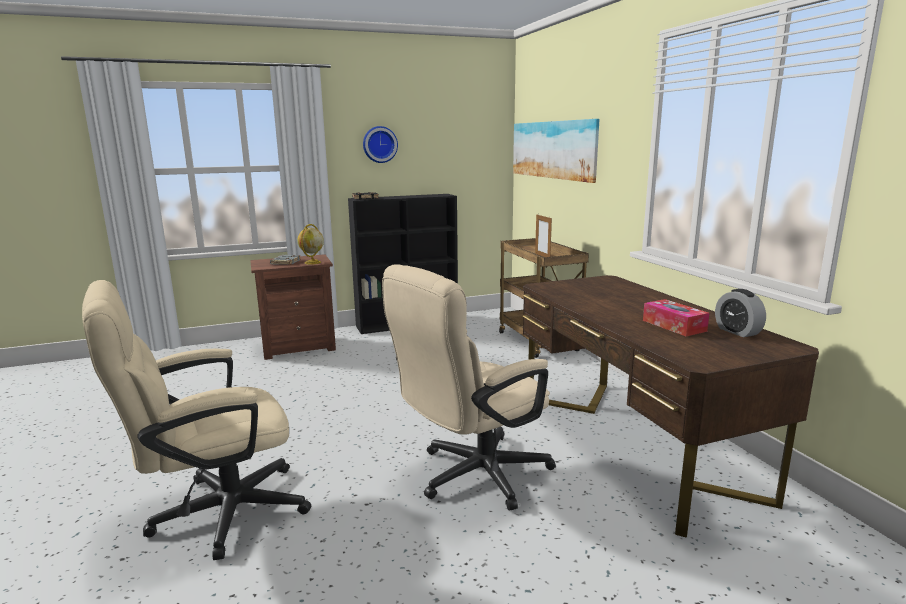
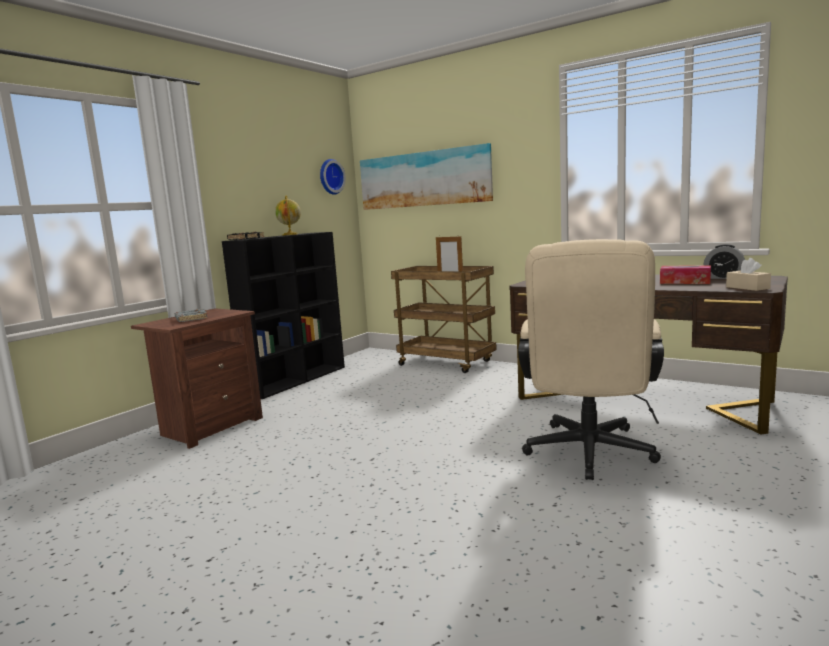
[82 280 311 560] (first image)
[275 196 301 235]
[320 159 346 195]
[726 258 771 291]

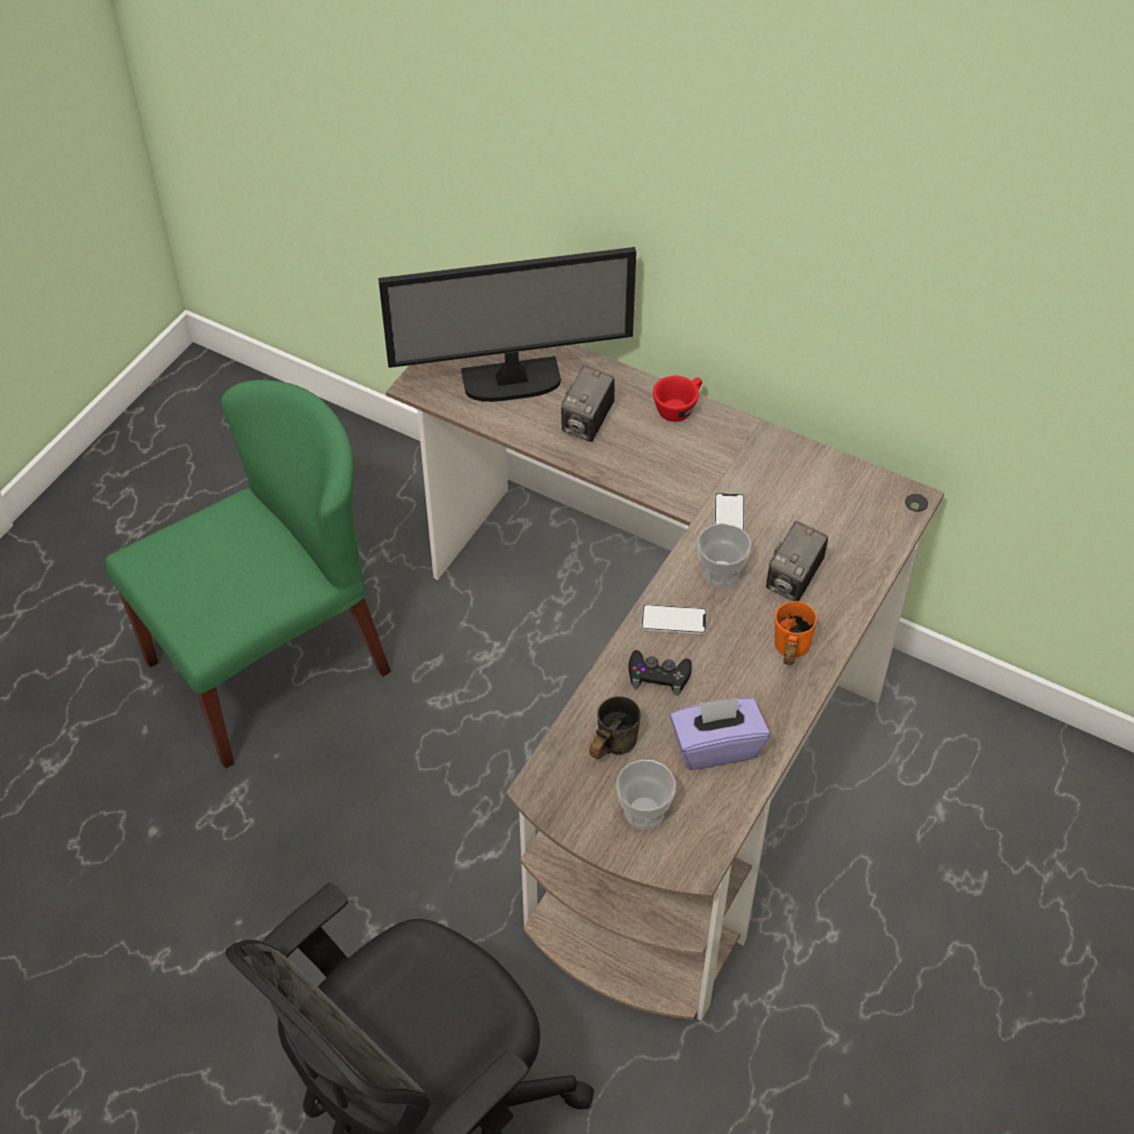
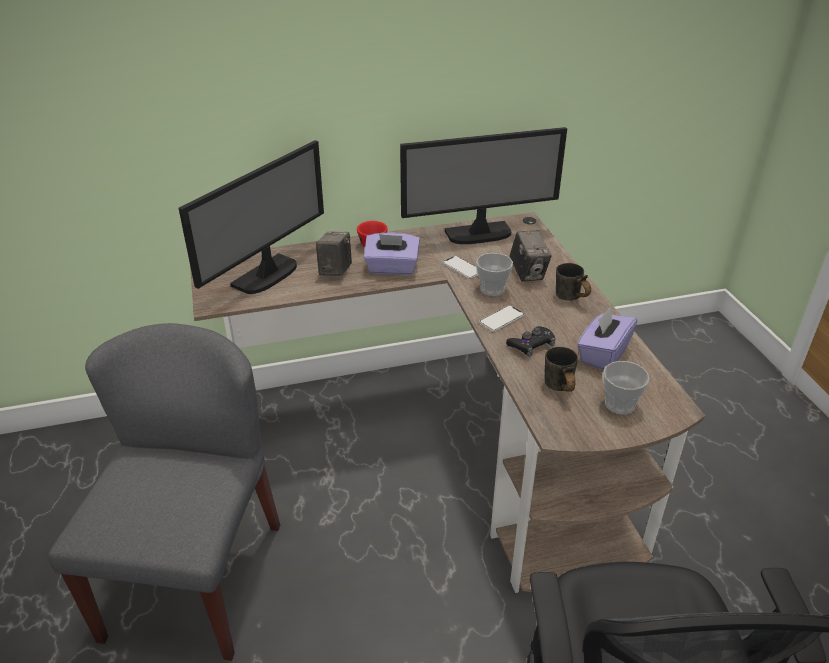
[48 323 280 661]
[316 231 352 276]
[556 263 591 301]
[364 233 420 275]
[400 127 567 244]

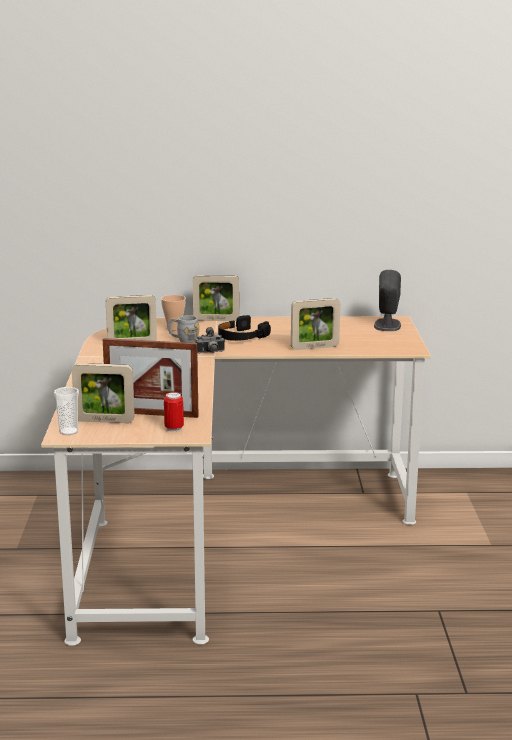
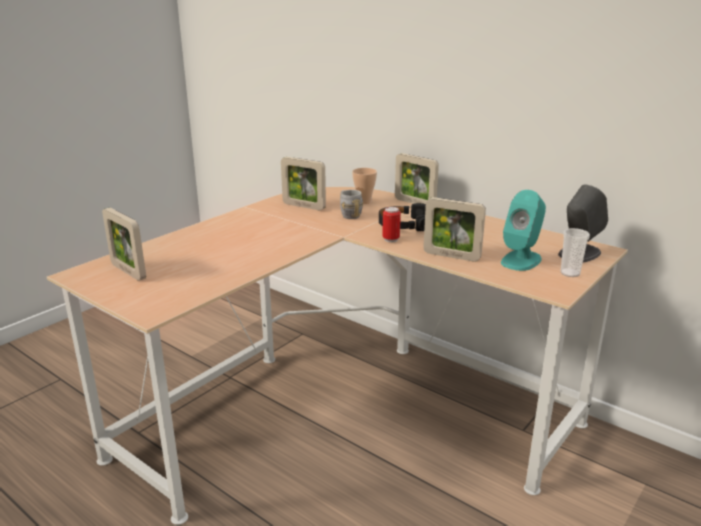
[561 228 590 277]
[103 338 198 418] (first image)
[382 207 401 242]
[195 327 225 353] (first image)
[501 190 546 271]

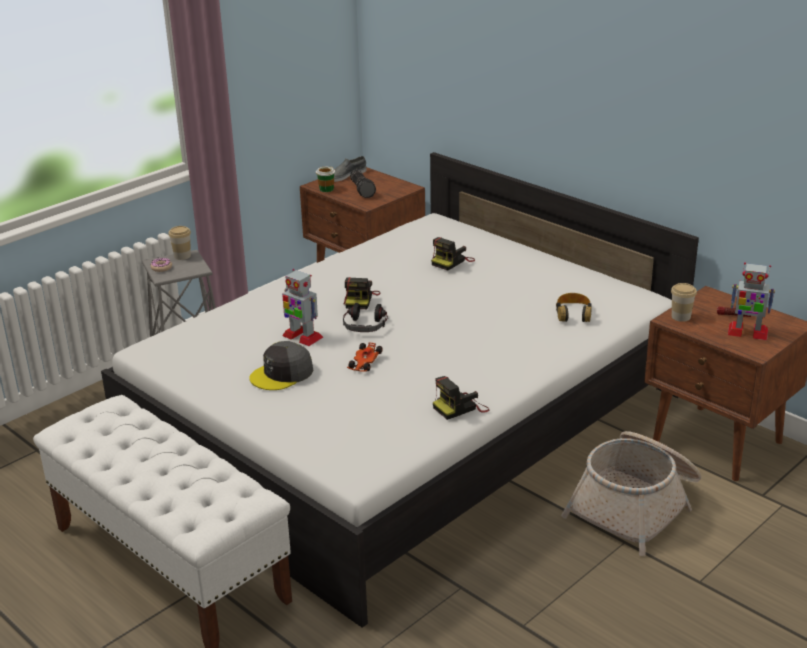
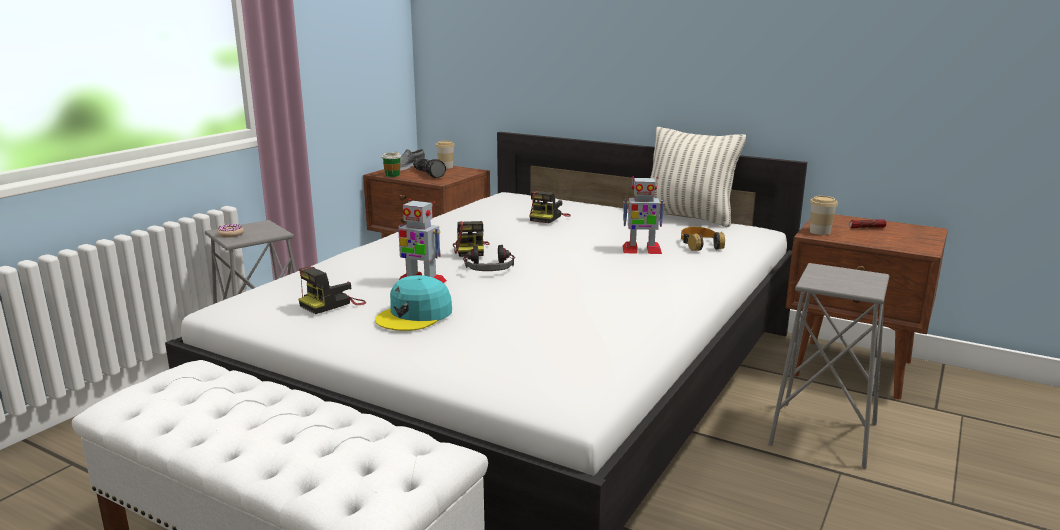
[436 141 455 169]
[375 275 452 331]
[347 342 383 372] (first image)
[299 267 366 314]
[768 263 890 469]
[623 176 665 254]
[650 127 746 227]

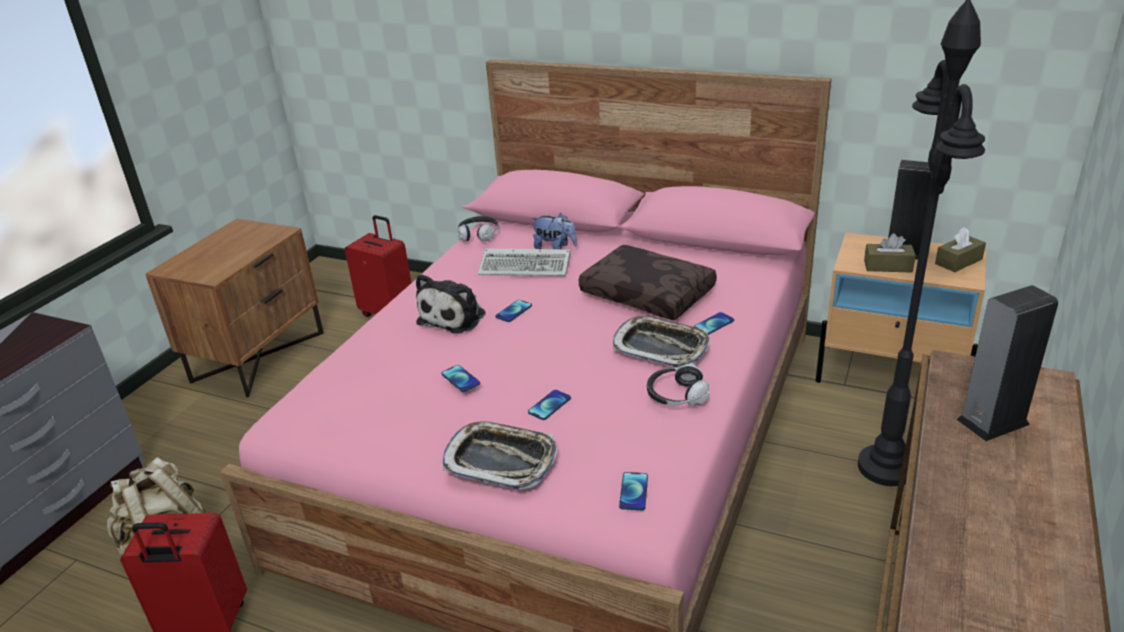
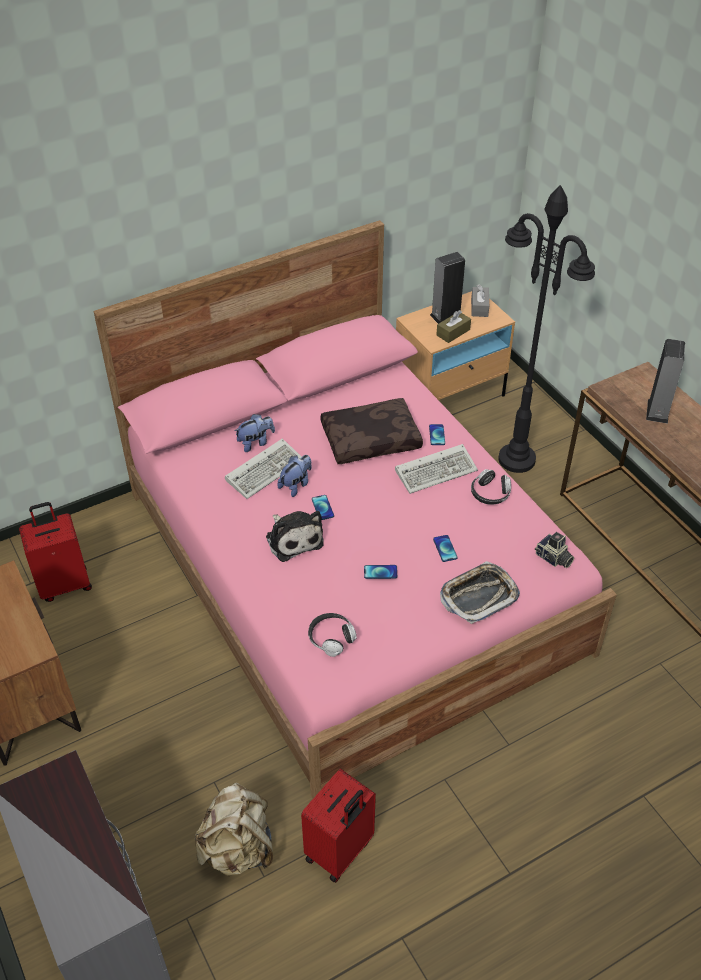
[308 613 357 657]
[395 444 478 494]
[535 532 574 568]
[471 284 489 317]
[278 455 312 497]

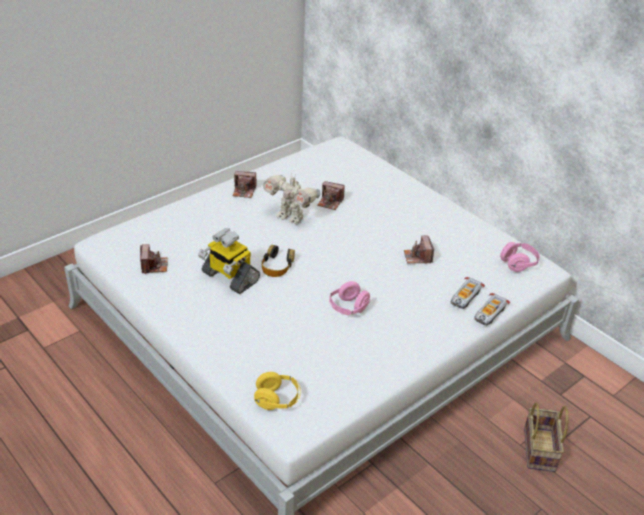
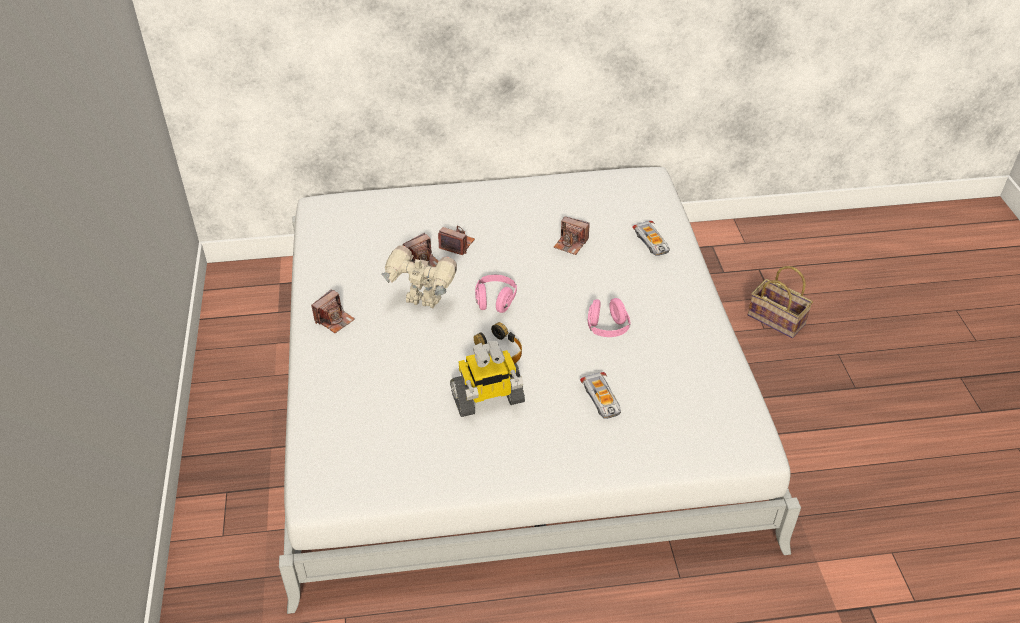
[438 225 475 255]
[254 372 301 410] (first image)
[381 245 457 308]
[580 372 621 419]
[475 275 517 313]

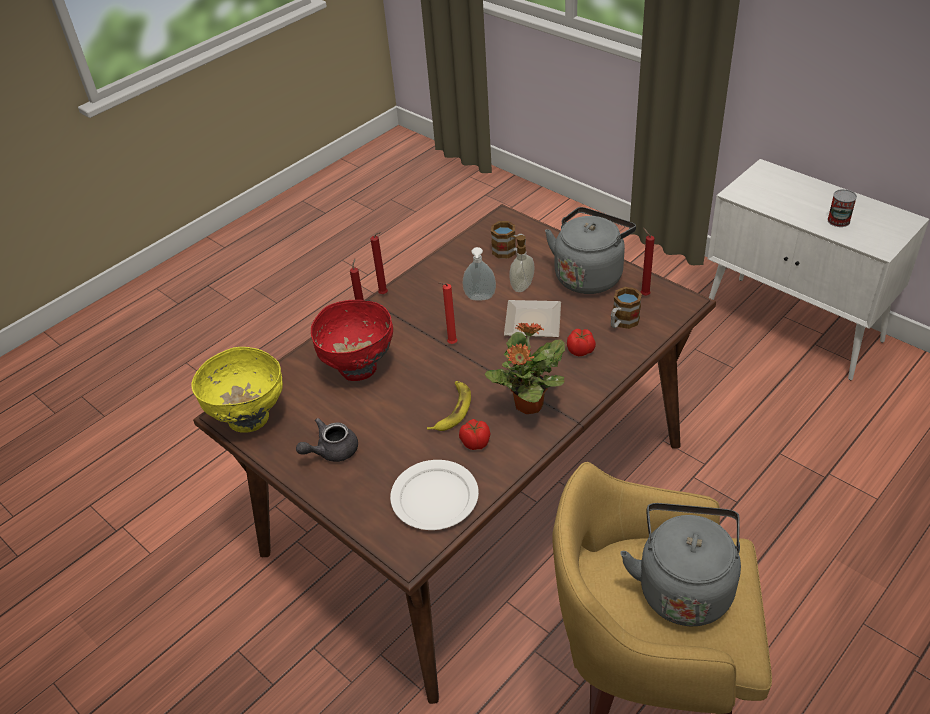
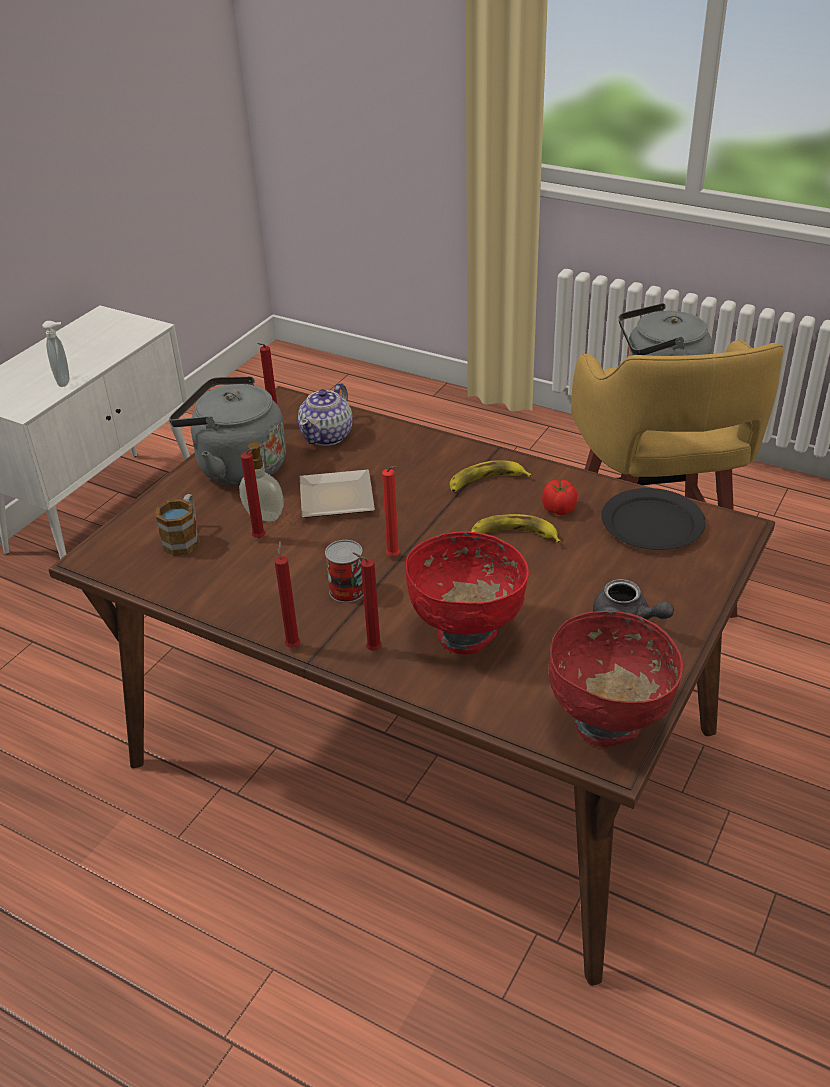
[549 611 683 747]
[601 488 705 550]
[42 321 69 387]
[450 460 532 492]
[567 329 596 356] (first image)
[298 383 353 446]
[325 540 363 603]
[241 448 266 538]

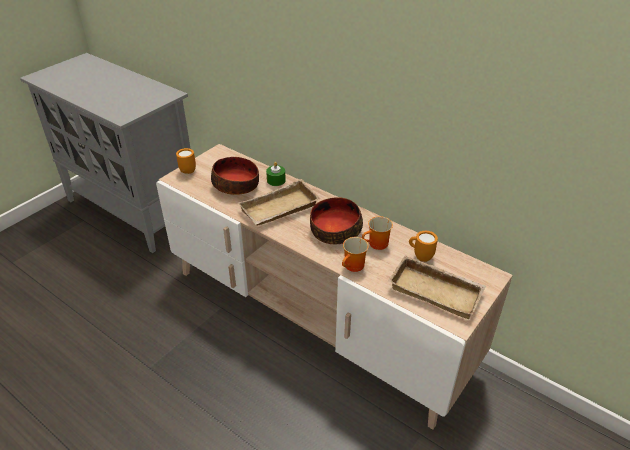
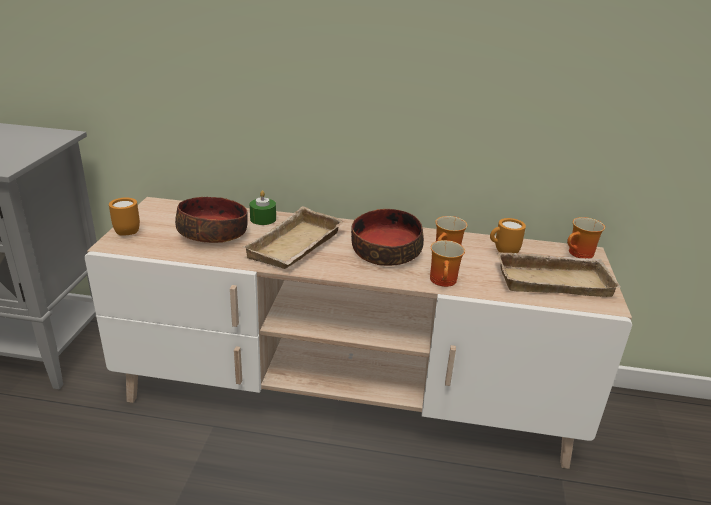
[567 217 605 258]

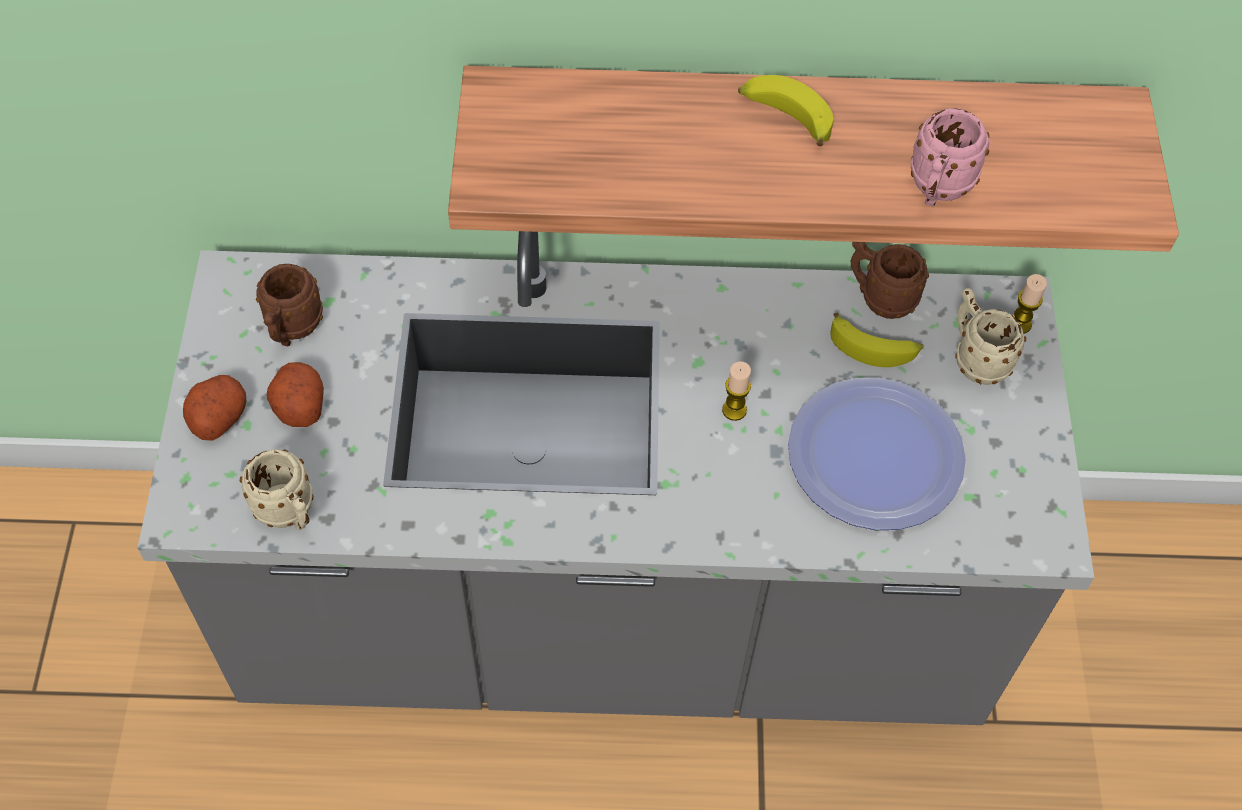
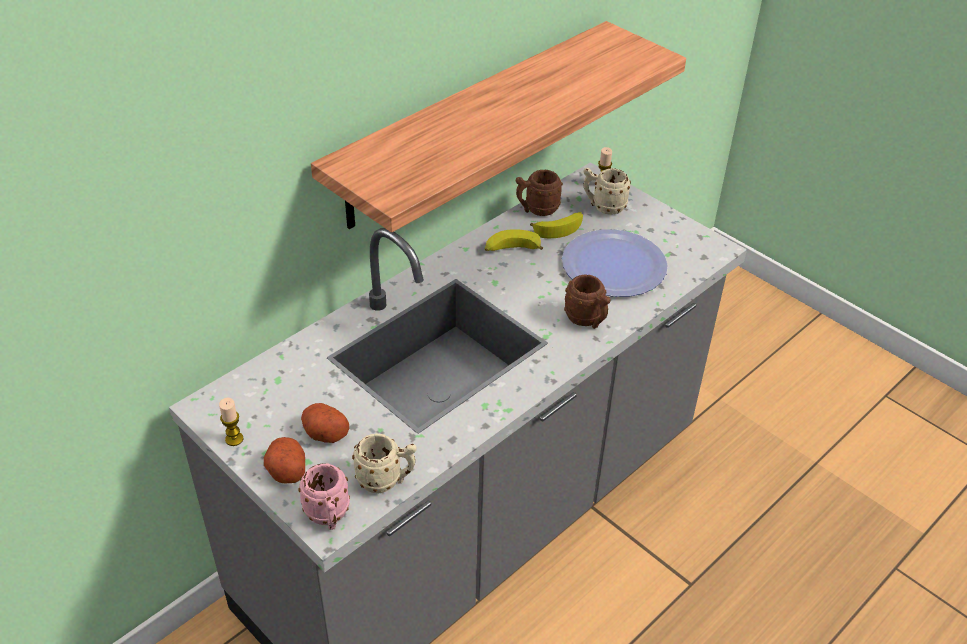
[564 274 611 329]
[219 398 244 446]
[485 229 543 251]
[298 464 350 530]

